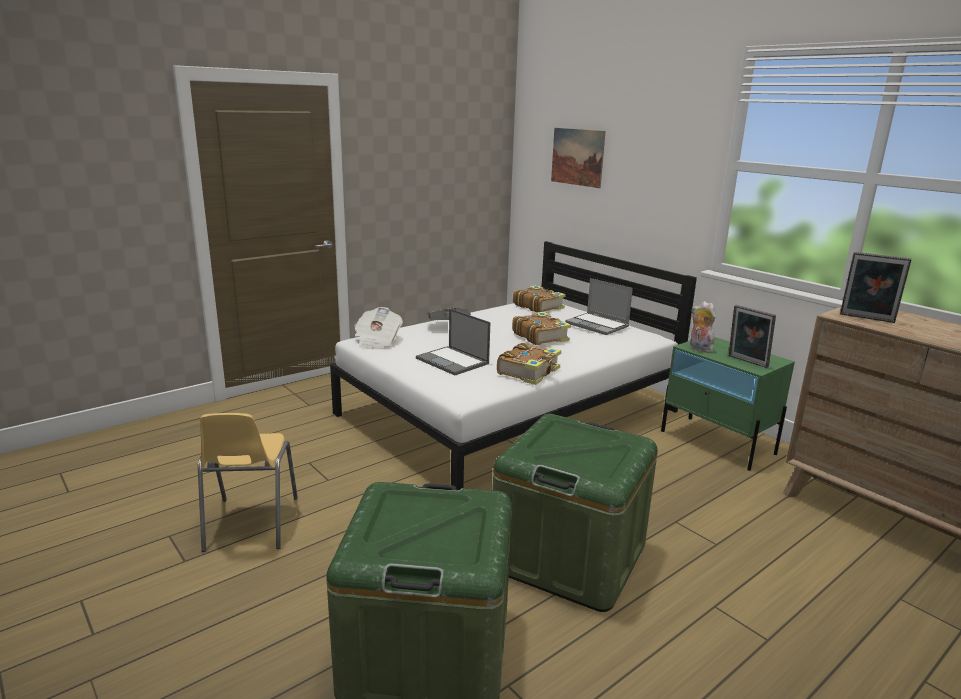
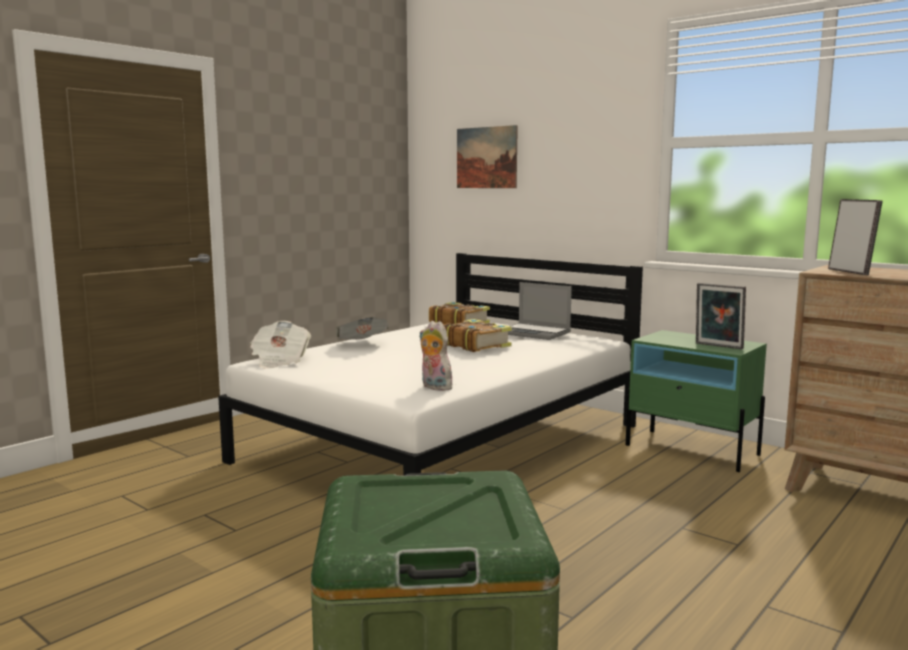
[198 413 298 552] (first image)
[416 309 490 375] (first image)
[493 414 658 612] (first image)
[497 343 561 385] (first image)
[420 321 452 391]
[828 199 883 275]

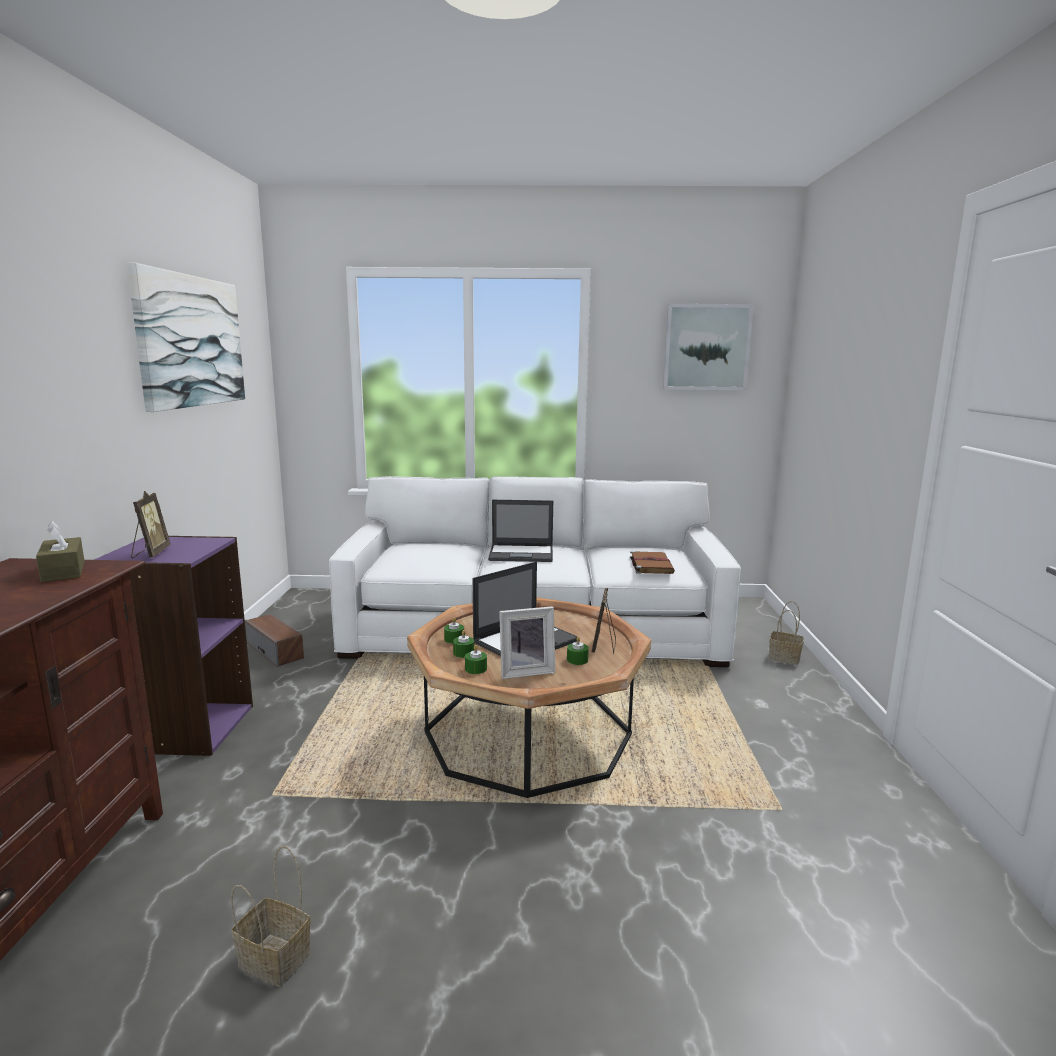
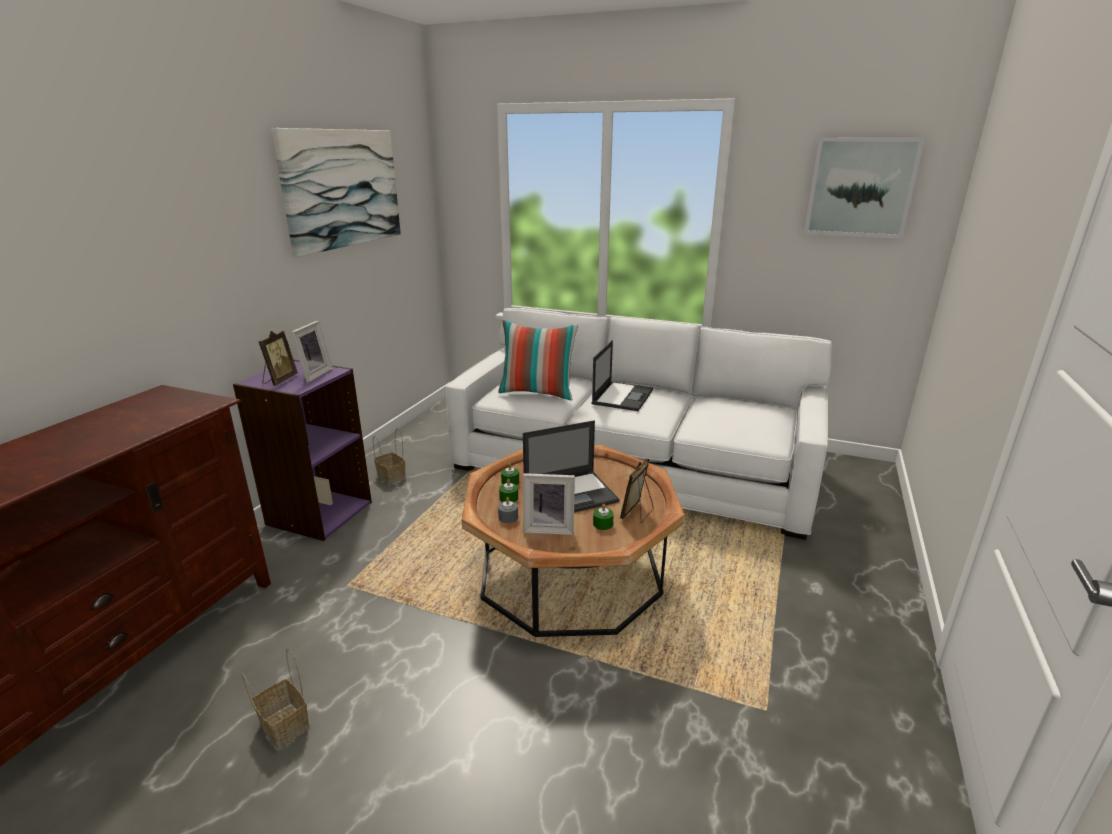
[36 521 84 582] (first image)
[245 614 304 667] (first image)
[498 497 518 523]
[592 340 653 411]
[630 551 675 574] (first image)
[373 428 406 484]
[291 321 333 382]
[498 320 578 400]

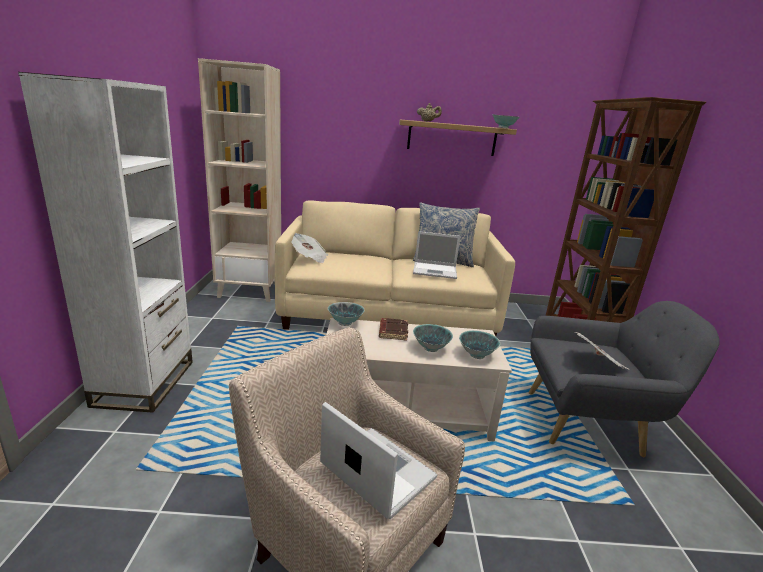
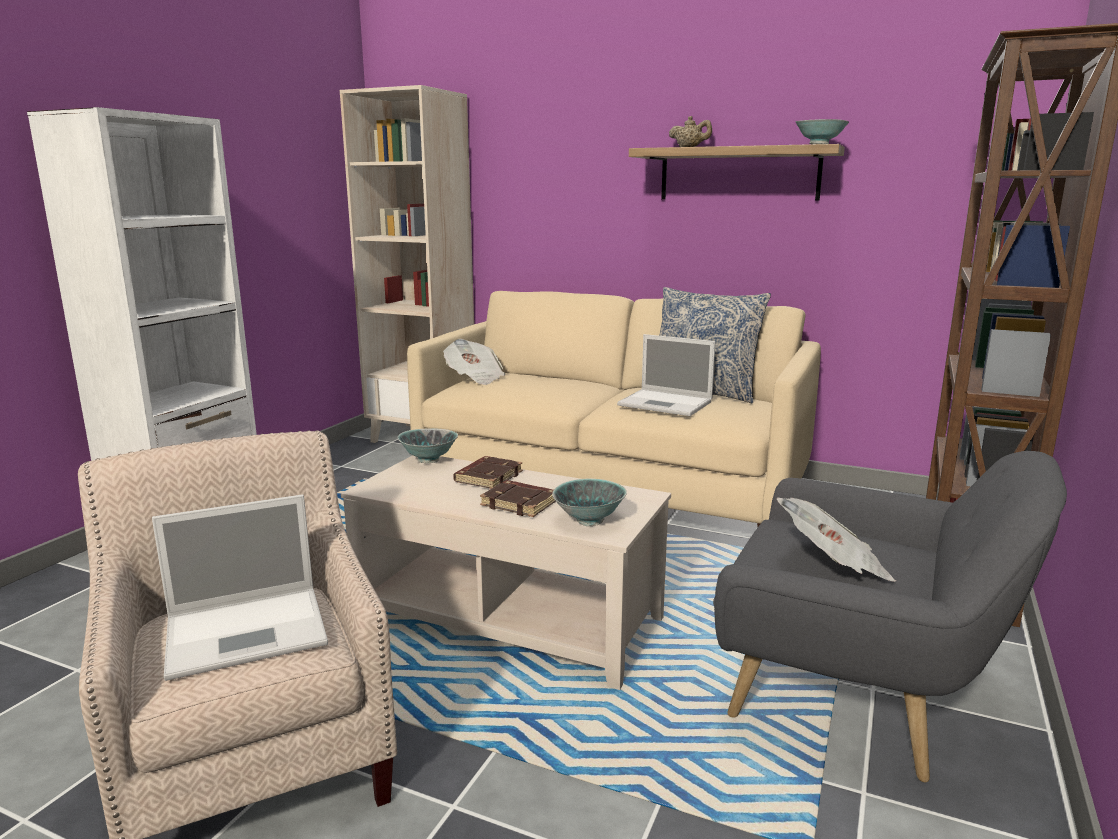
[152 494 328 681]
[480 480 556 517]

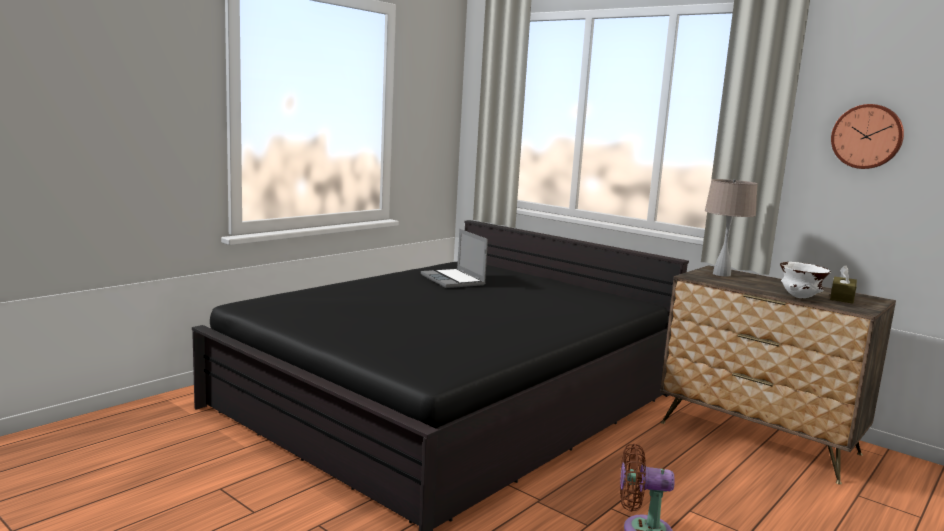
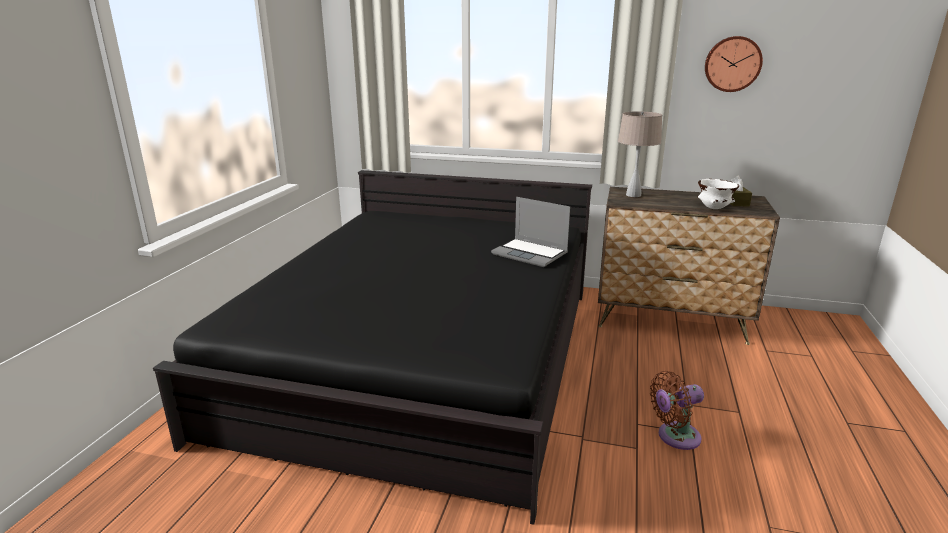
[491 197 570 267]

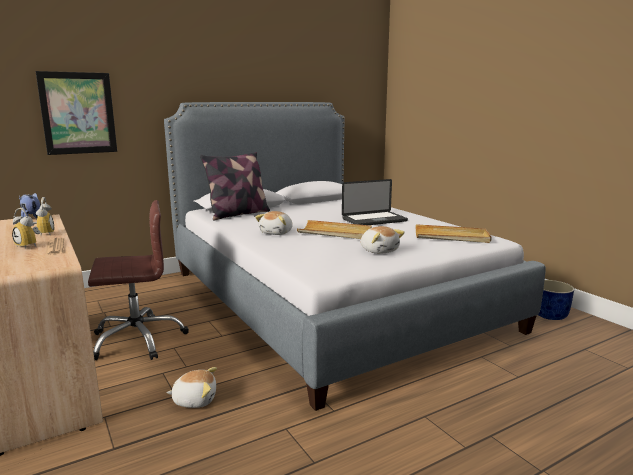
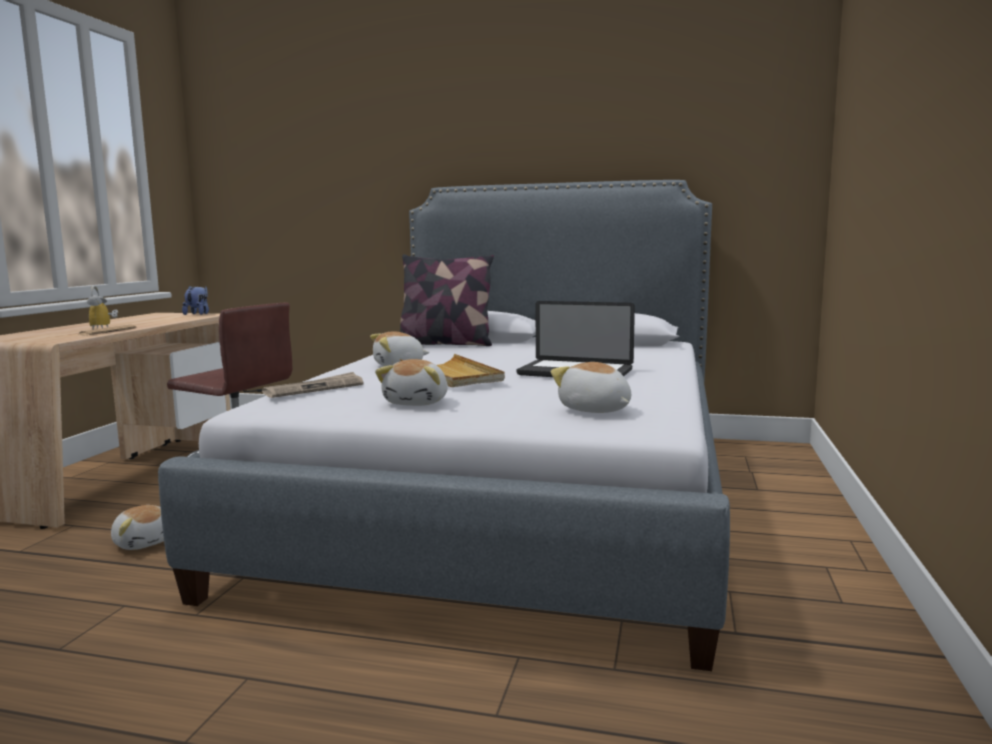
[33 197 54 236] (first image)
[35 71 117 155] (first image)
[551 362 631 413]
[538 280 574 320] (first image)
[262 372 364 398]

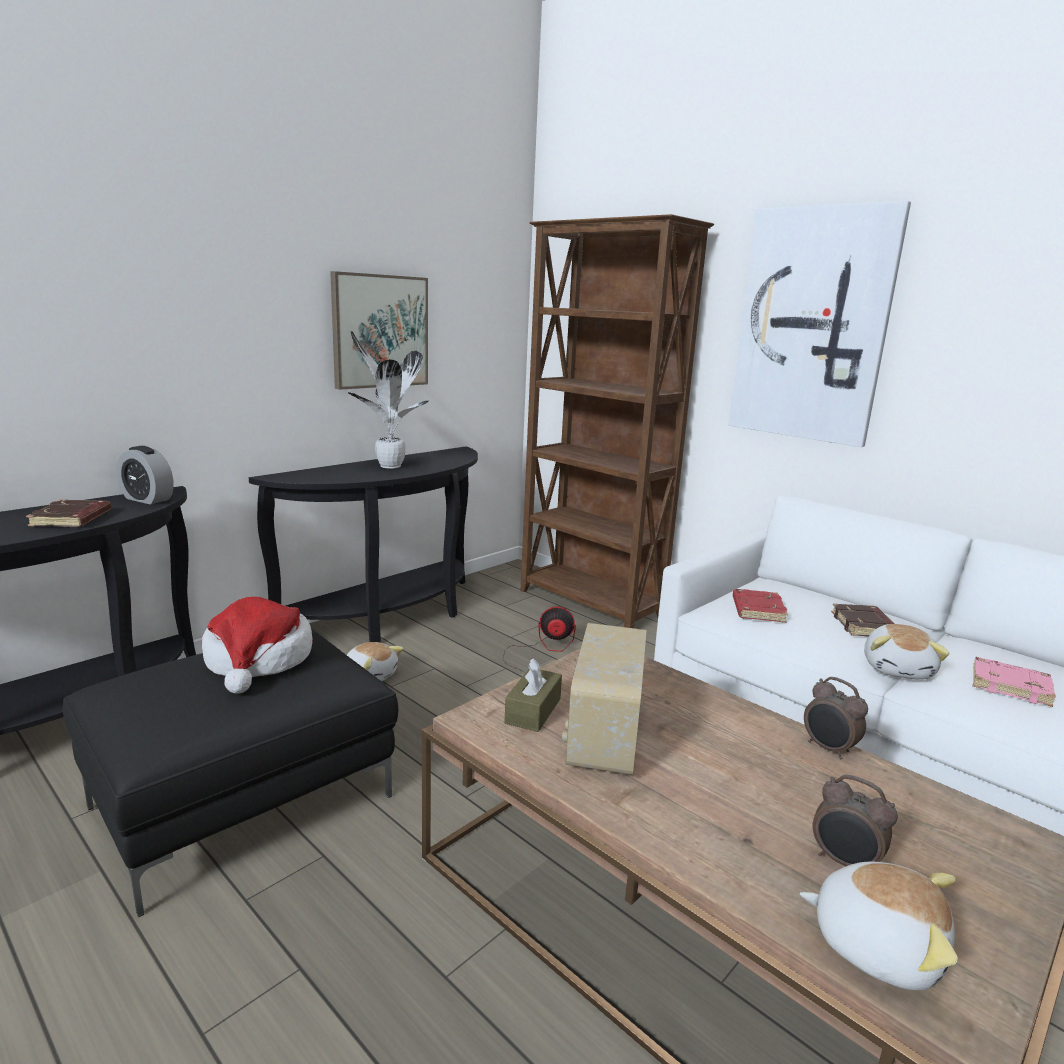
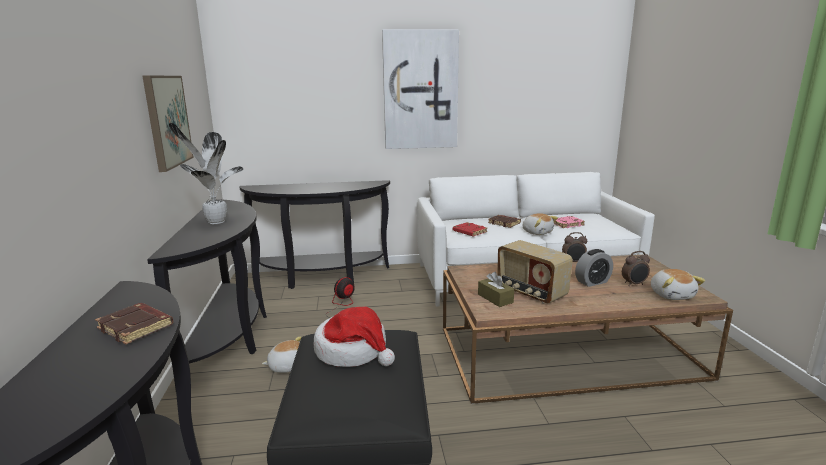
[575 249 613 287]
[240 180 390 289]
[651 269 705 300]

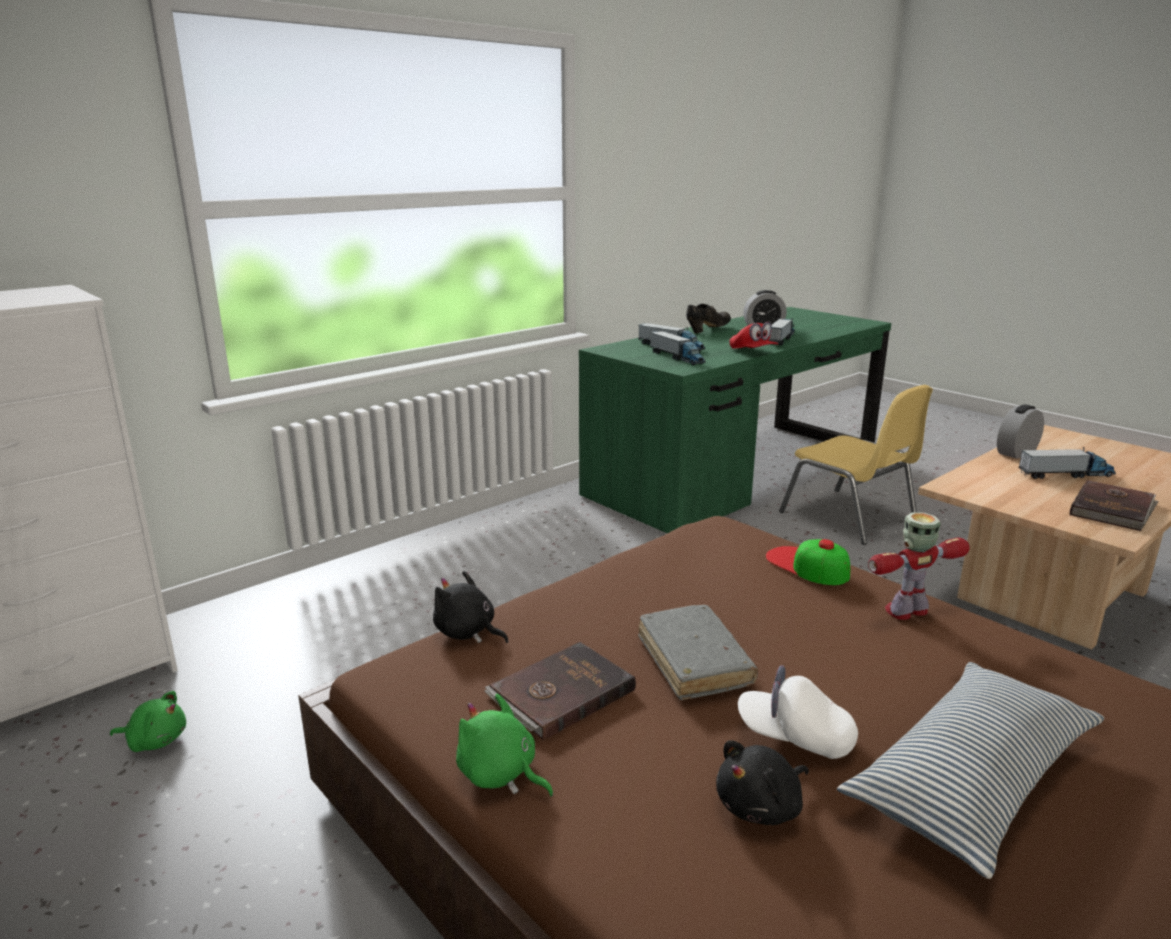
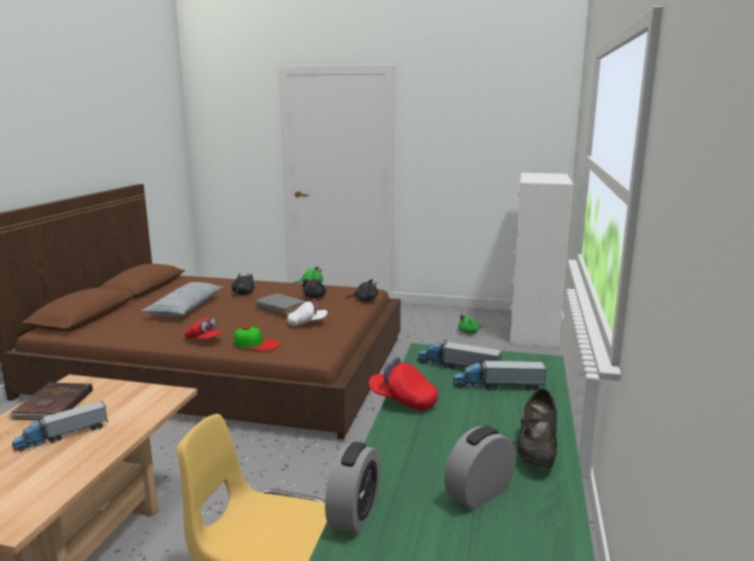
[303 279 326 298]
[287 299 327 326]
[768 317 795 346] (first image)
[184 317 223 339]
[325 442 381 533]

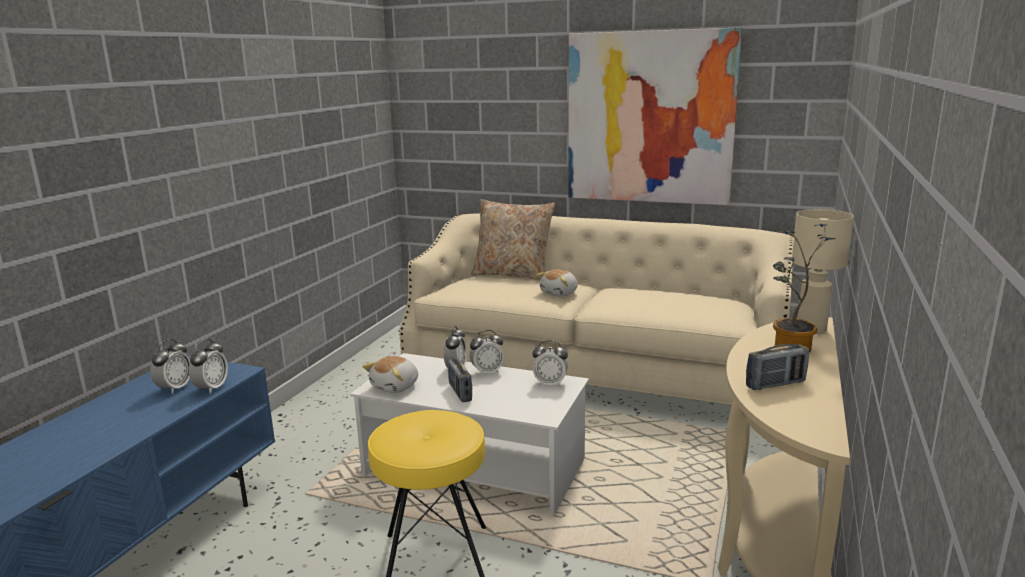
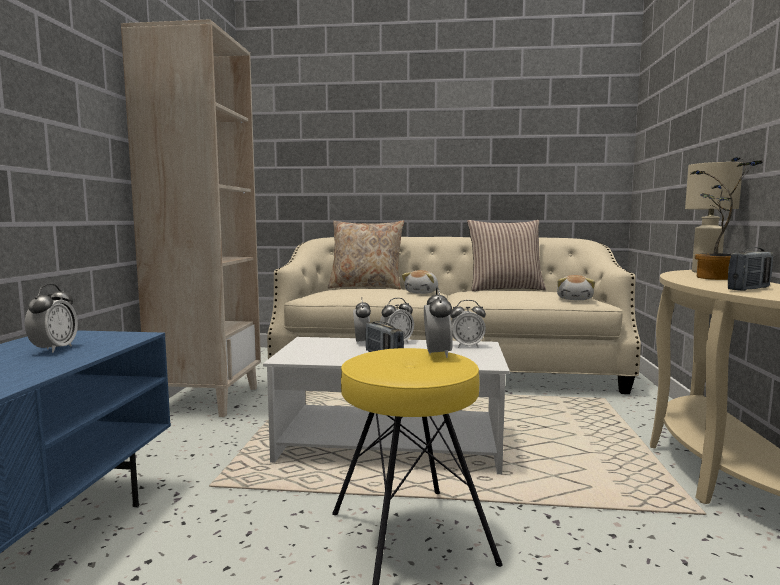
[424 287 453 358]
[557 275 595 300]
[568 27 742 205] (first image)
[121 19 261 417]
[467 220 546 291]

